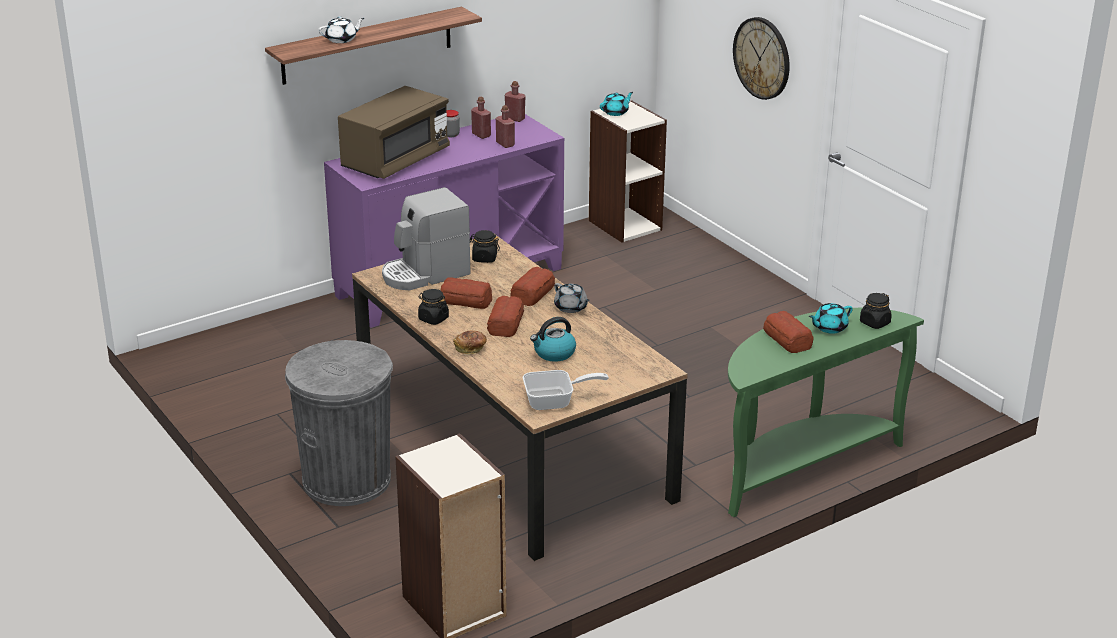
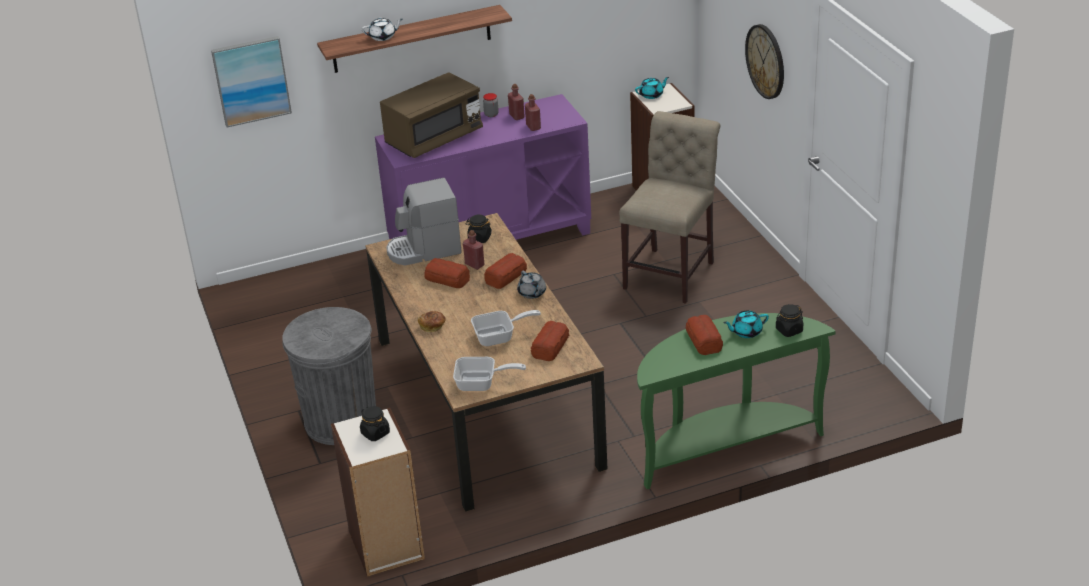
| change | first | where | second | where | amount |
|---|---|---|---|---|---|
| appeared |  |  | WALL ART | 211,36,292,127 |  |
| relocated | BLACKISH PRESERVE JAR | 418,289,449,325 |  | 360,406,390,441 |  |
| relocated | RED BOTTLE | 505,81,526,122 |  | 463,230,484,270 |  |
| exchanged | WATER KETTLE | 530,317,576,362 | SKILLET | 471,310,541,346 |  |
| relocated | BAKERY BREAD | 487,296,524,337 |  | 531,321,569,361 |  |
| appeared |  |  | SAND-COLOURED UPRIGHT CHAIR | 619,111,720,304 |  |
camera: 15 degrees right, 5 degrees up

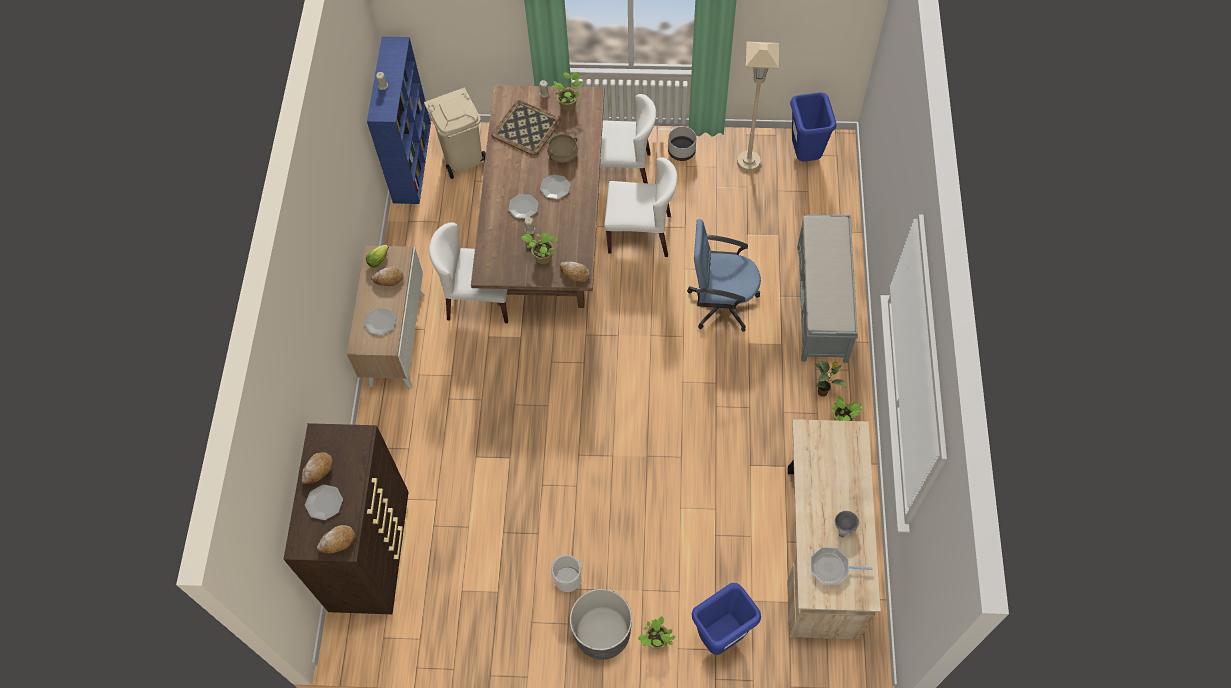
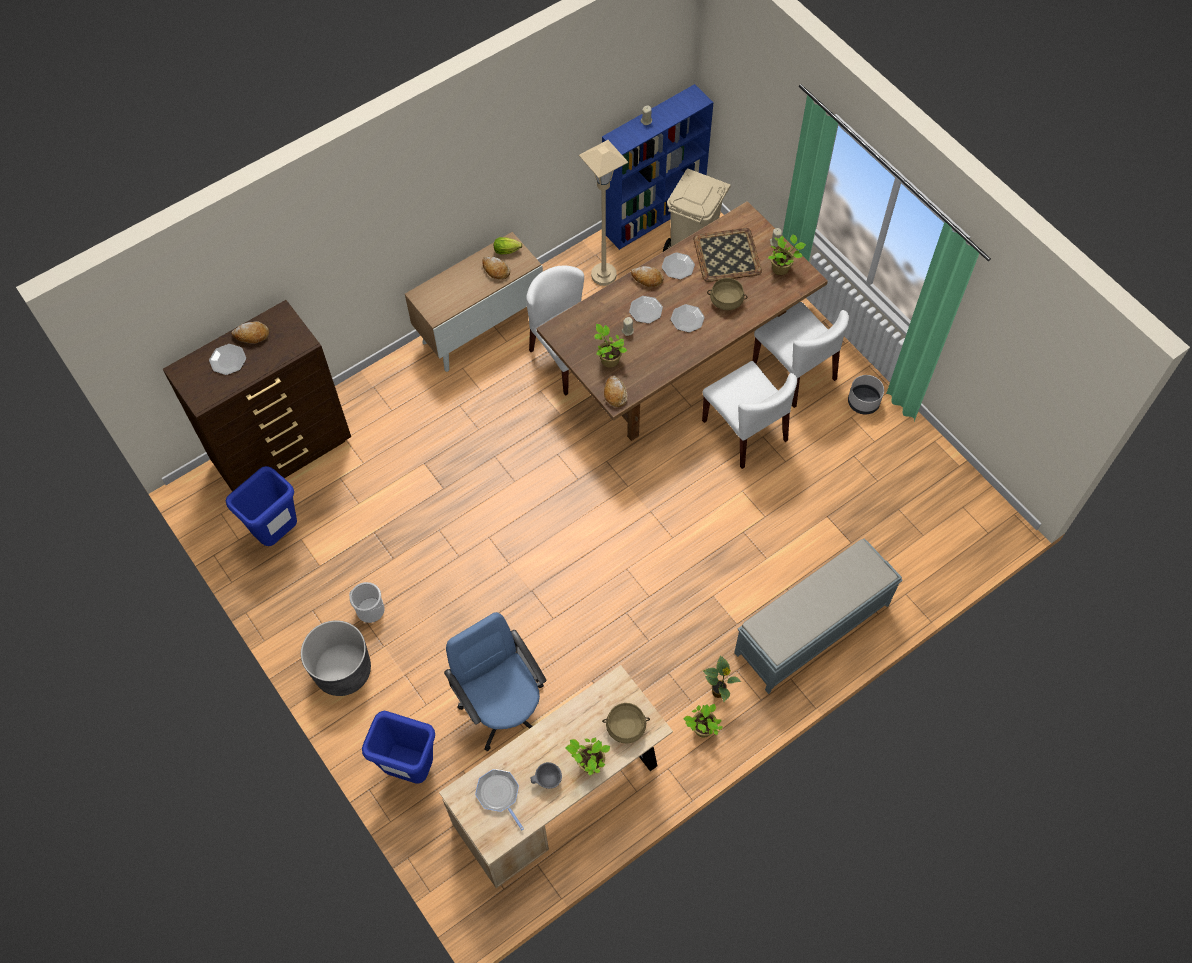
| change | first | where | second | where | amount |
|---|---|---|---|---|---|
| relocated | BLUE-COLOURED RUBBISH BIN | 790,92,837,162 |  | 226,466,297,546 |  |
| relocated | BLUE-COLOURED OFFICE CHAIR | 687,219,761,332 |  | 444,612,546,751 |  |
| relocated | PLANT IN A POT | 638,616,675,649 |  | 565,737,610,775 |  |
| relocated | SAND-COLOURED STANDARD LAMP | 737,42,779,171 |  | 579,140,628,286 |  |
| appeared |  |  | SAND-COLOURED COOKING POT | 602,703,650,744 |  |
| relocated | BAKERY BREAD | 317,525,355,553 |  | 631,266,664,287 |  |
| relocated | FLAT DISH | 364,308,396,336 |  | 662,252,695,279 |  |
camera: 50 degrees right, 0 degrees up

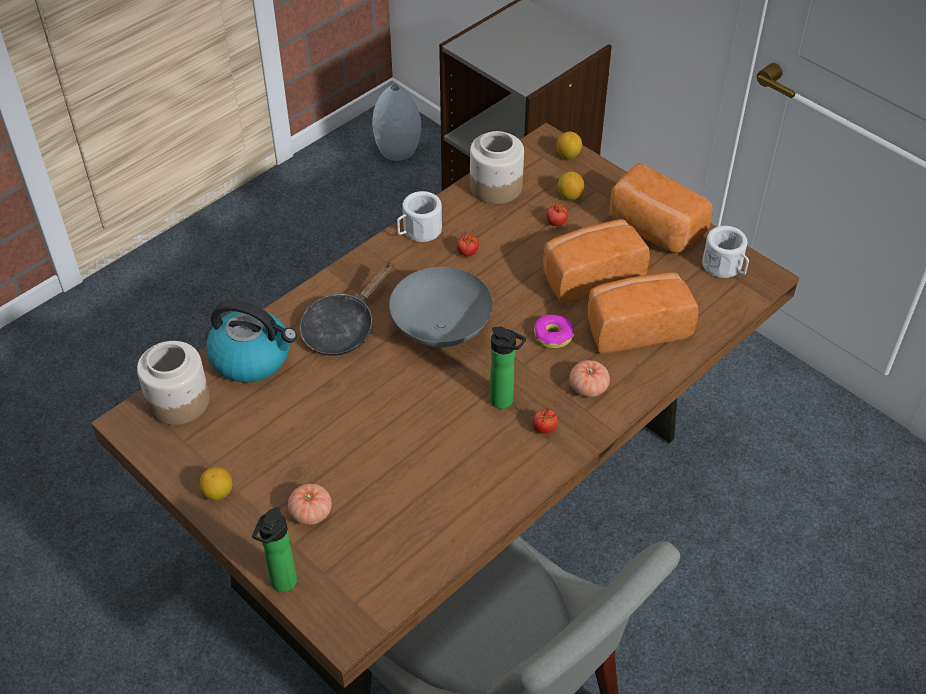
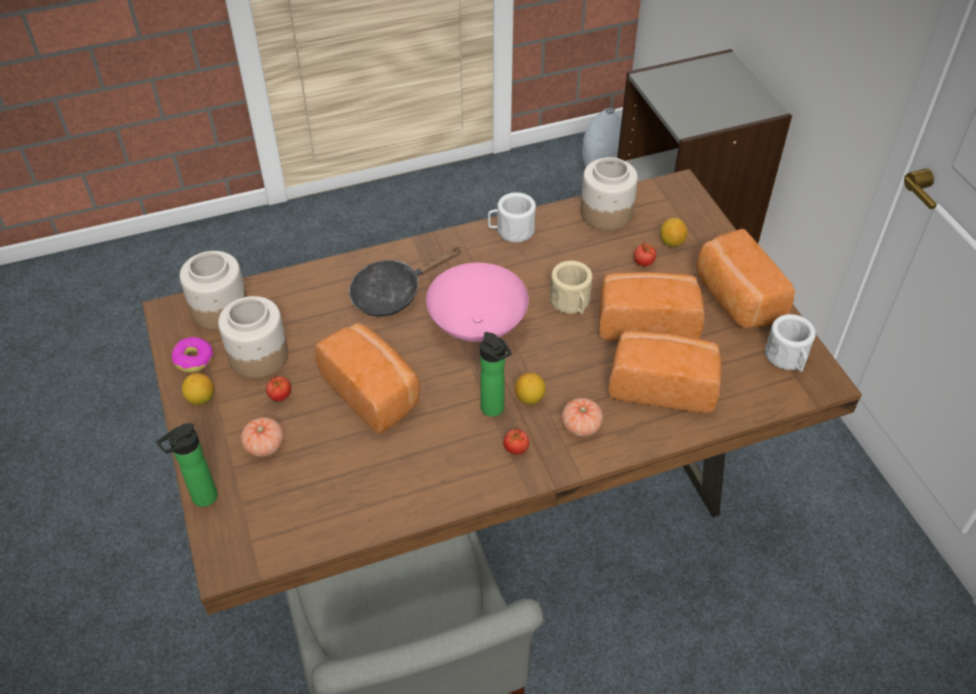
| change | first | where | second | where | amount |
|---|---|---|---|---|---|
| relocated | DOUGHNUT | 534,315,574,348 |  | 172,337,214,372 |  |
| appeared |  |  | PRESERVE JAR | 218,296,288,378 |  |
| relocated | TOMATO | 457,231,479,257 |  | 266,374,291,401 |  |
| appeared |  |  | BAKERY BREAD | 315,323,420,434 |  |
| colour | GREY SERVING BOWL | 389,267,493,347 | PINK SERVING BOWL | 426,263,529,342 |  |
| relocated | LEMON | 556,132,582,159 |  | 515,373,546,405 |  |
| appeared |  |  | SAND-COLOURED COFFEE MUG | 550,261,592,314 |  |
| missing | WATER KETTLE | 206,300,297,383 |  |  |  |
camera: 25 degrees right, 0 degrees up

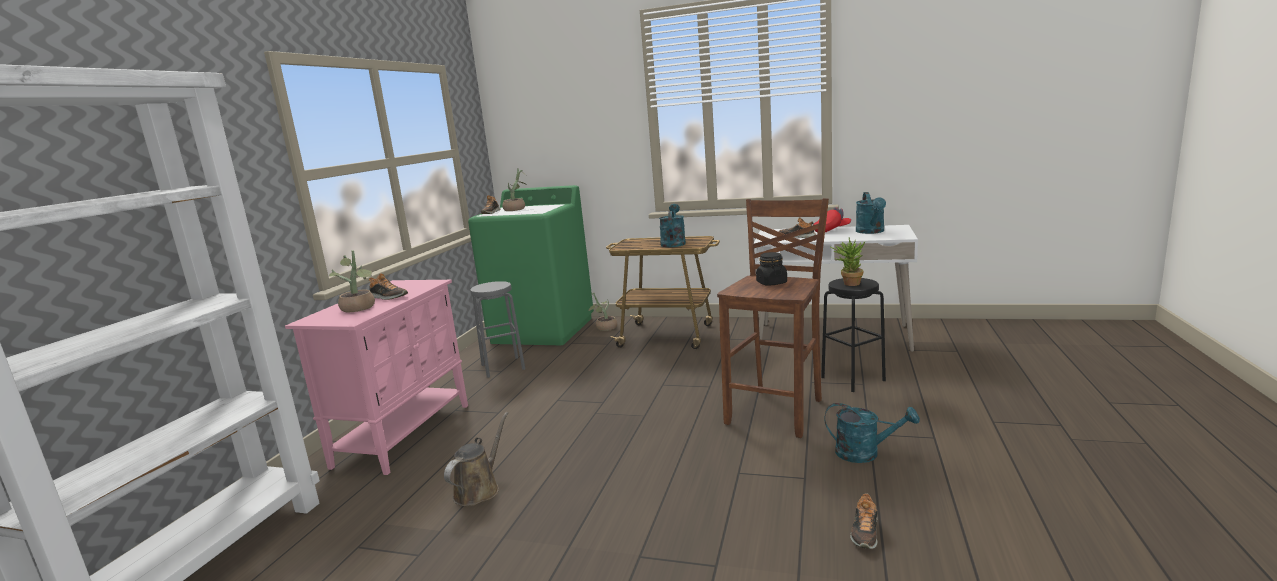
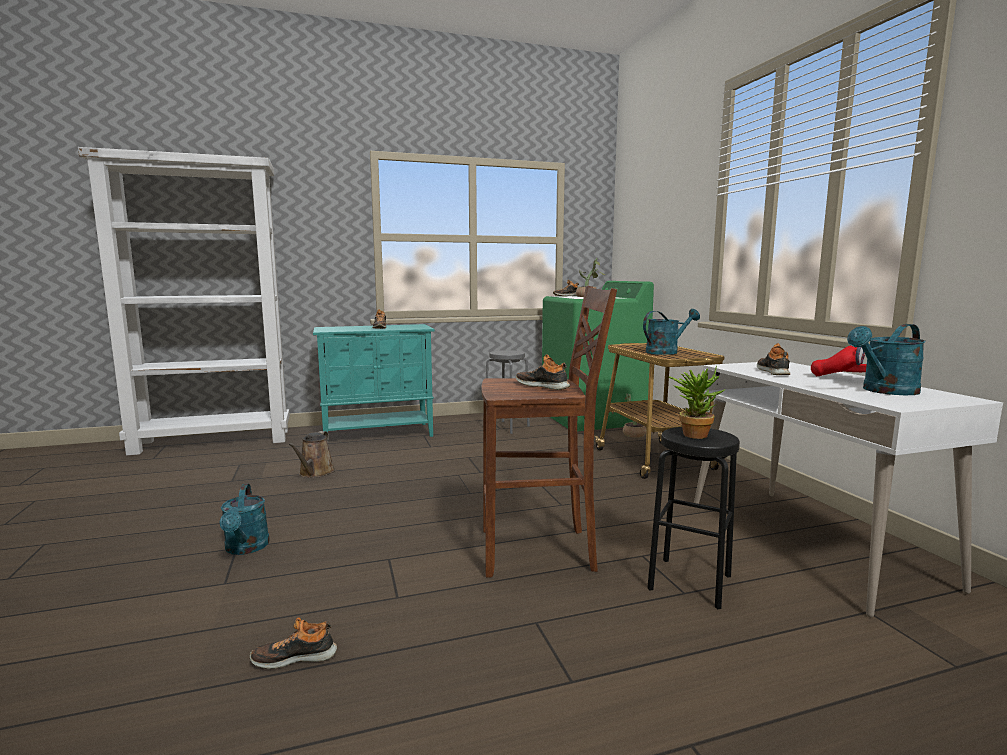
| change | first | where | second | where | amount |
|---|---|---|---|---|---|
| relocated | BLUE-GREEN WATERING POT | 824,403,920,463 |  | 219,484,270,555 |  |
| spun | BROWN WATERING POT | 444,412,508,506 |  | 288,431,336,478 | 105 degrees clockwise |
| colour | PINK STORAGE CABINET | 285,280,468,475 | BLUE-GREEN STORAGE CABINET | 313,324,435,437 |  |
| exchanged | BLACKISH PRESERVE JAR | 756,252,787,286 | LOW SHOE | 516,354,570,390 |  |
| missing | PLANT IN A POT | 329,250,375,312 |  |  |  |
camera: 55 degrees right, 5 degrees down

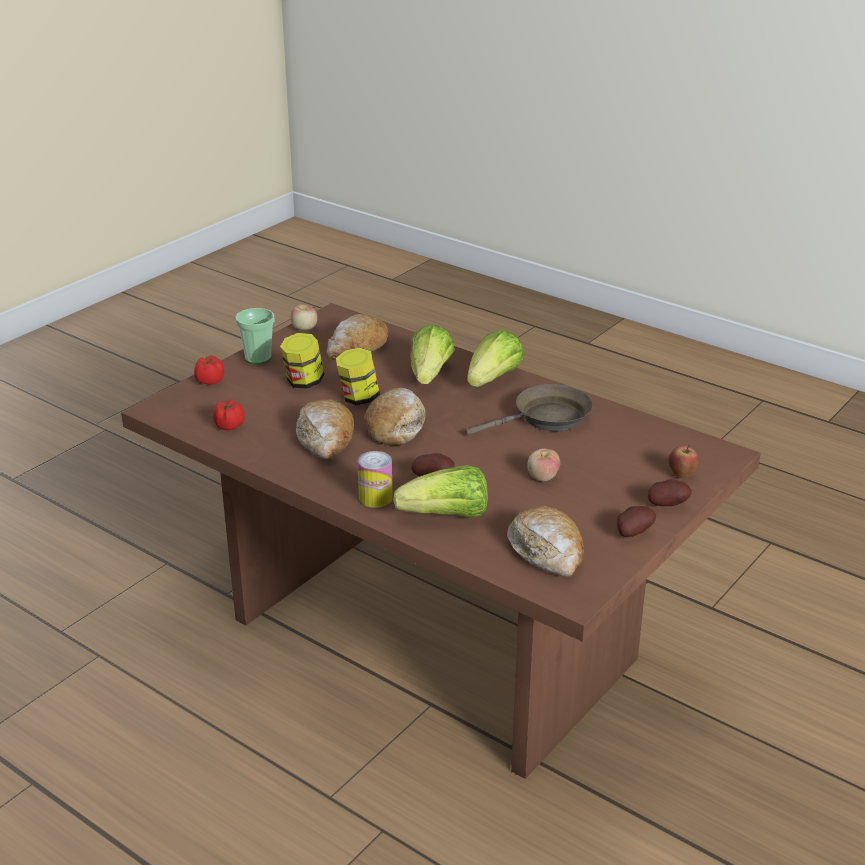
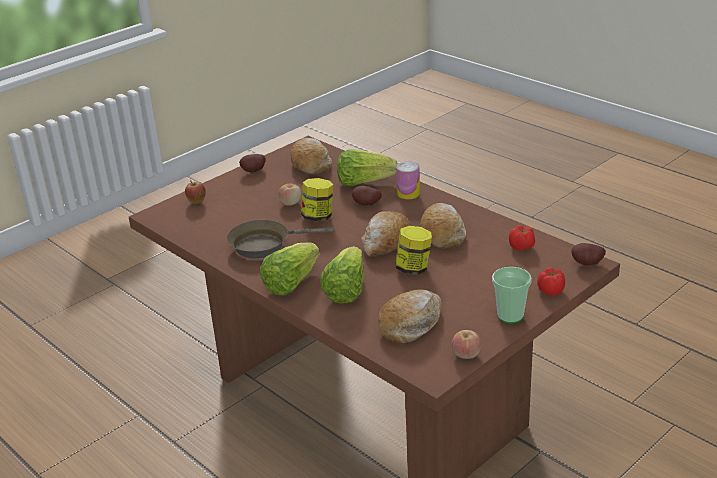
| change | first | where | second | where | amount |
|---|---|---|---|---|---|
| relocated | PRESERVE JAR | 280,333,324,389 |  | 301,178,333,221 |  |
| relocated | SPUD | 648,479,692,506 |  | 571,243,606,266 |  |
camera: 170 degrees left, 0 degrees up

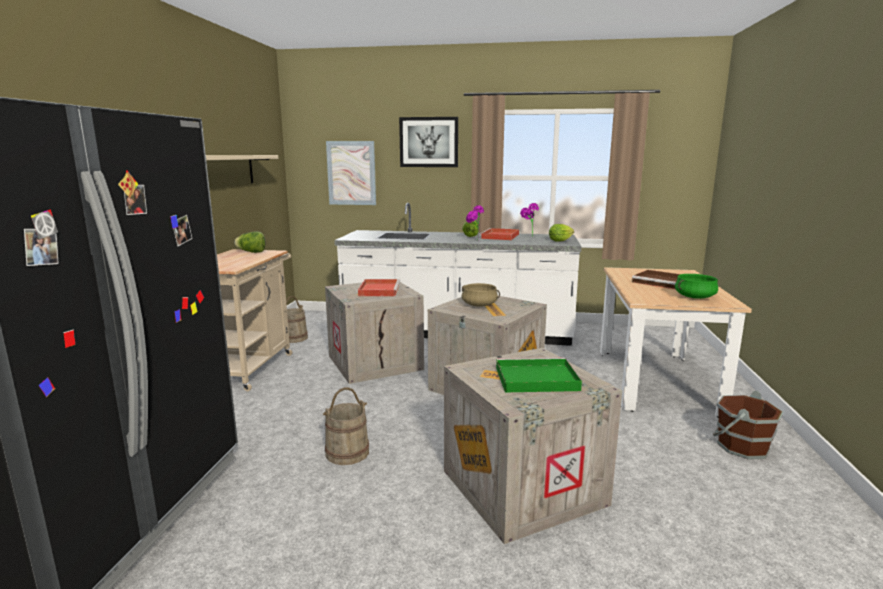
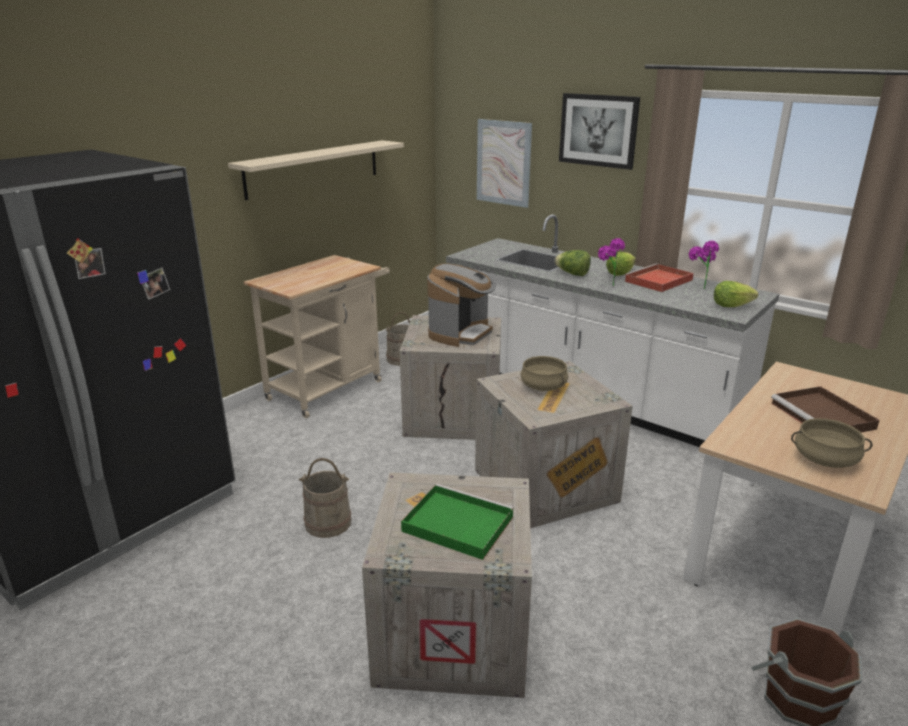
| change | first | where | second | where | amount |
|---|---|---|---|---|---|
| exchanged | RED CARRYING TRAY | 358,279,400,296 | COFFEE MAKER | 427,263,496,347 |  |
| relocated | HEAD OF LETTUCE | 234,232,265,253 |  | 554,250,591,276 |  |
| colour | GREENISH COOKING POT | 675,274,718,299 | SAND-COLOURED COOKING POT | 791,418,873,468 |  |
camera: 30 degrees right, 10 degrees up

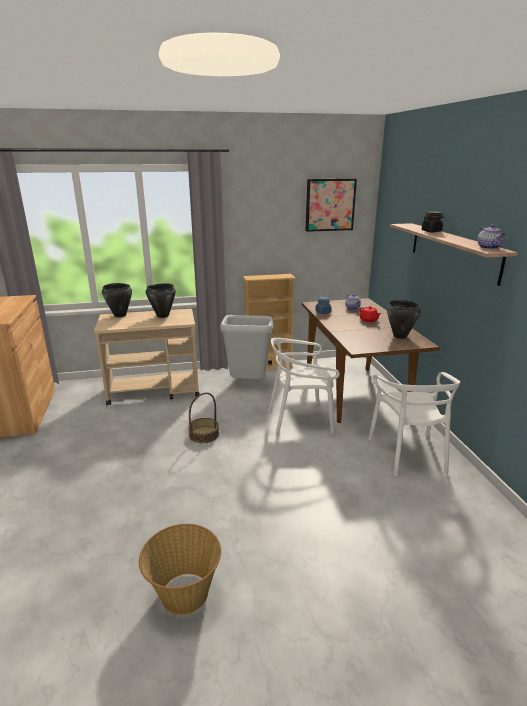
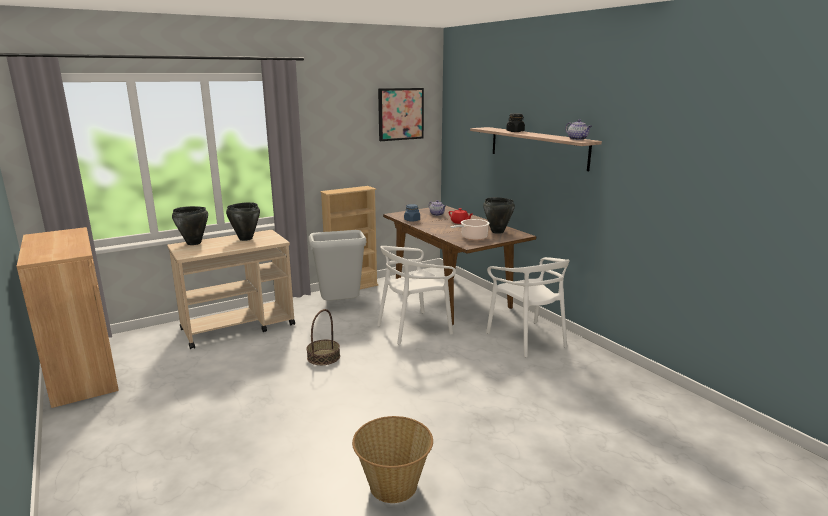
| change | first | where | second | where | amount |
|---|---|---|---|---|---|
| appeared |  |  | COOKING POT | 450,219,490,240 |  |
camera: 20 degrees left, 5 degrees down

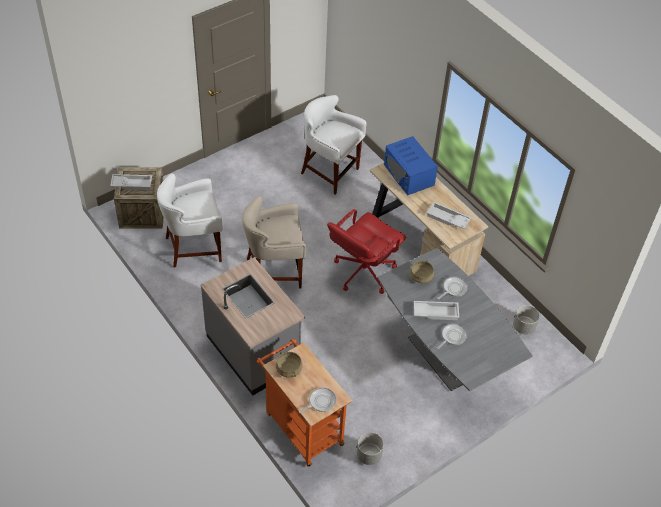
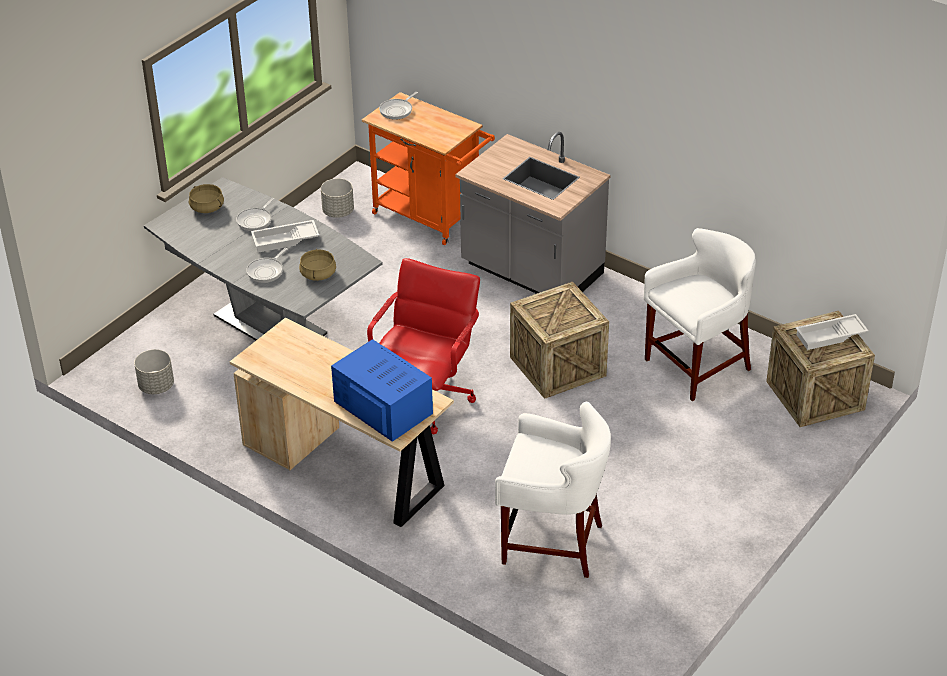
| change | first | where | second | where | amount |
|---|---|---|---|---|---|
| relocated | SAND-COLOURED COOKING POT | 276,352,303,378 |  | 189,184,224,213 |  |
| exchanged | SAND-COLOURED STOOL SEAT | 242,196,306,289 | PACKING CRATE | 510,282,609,399 |  |
| missing | WHITISH CARRYING TRAY | 427,202,471,229 |  |  |  |
camera: 165 degrees right, 10 degrees down

